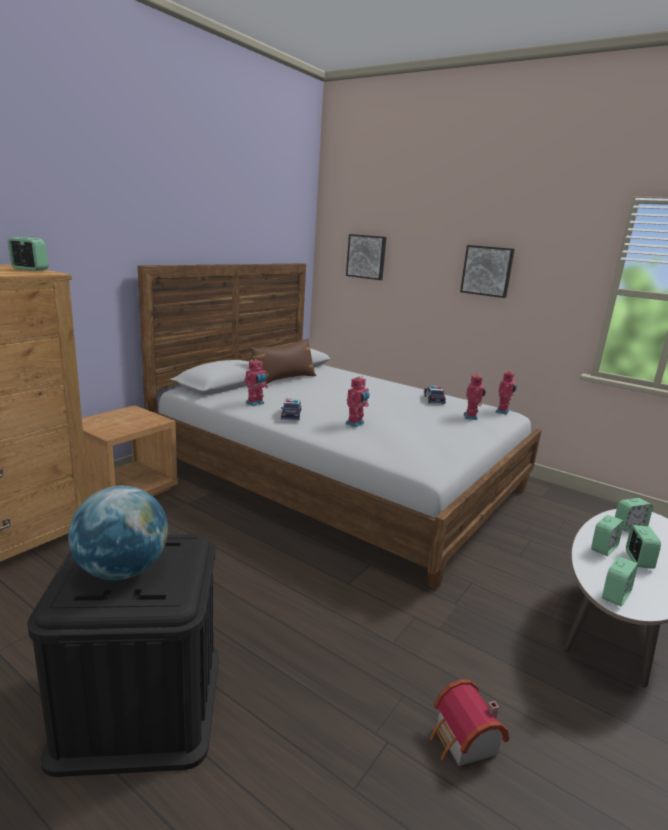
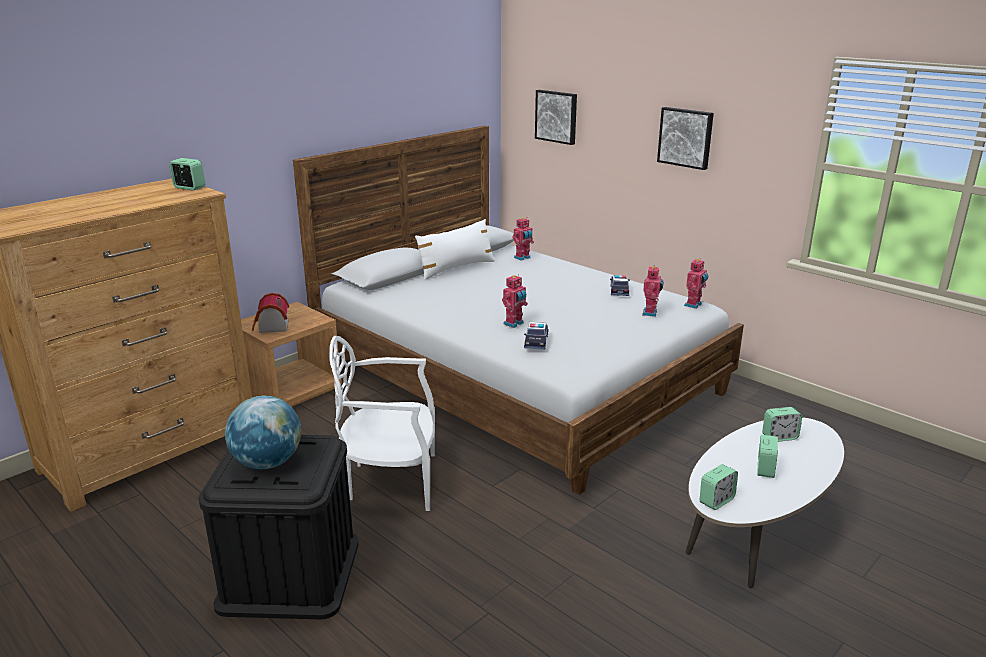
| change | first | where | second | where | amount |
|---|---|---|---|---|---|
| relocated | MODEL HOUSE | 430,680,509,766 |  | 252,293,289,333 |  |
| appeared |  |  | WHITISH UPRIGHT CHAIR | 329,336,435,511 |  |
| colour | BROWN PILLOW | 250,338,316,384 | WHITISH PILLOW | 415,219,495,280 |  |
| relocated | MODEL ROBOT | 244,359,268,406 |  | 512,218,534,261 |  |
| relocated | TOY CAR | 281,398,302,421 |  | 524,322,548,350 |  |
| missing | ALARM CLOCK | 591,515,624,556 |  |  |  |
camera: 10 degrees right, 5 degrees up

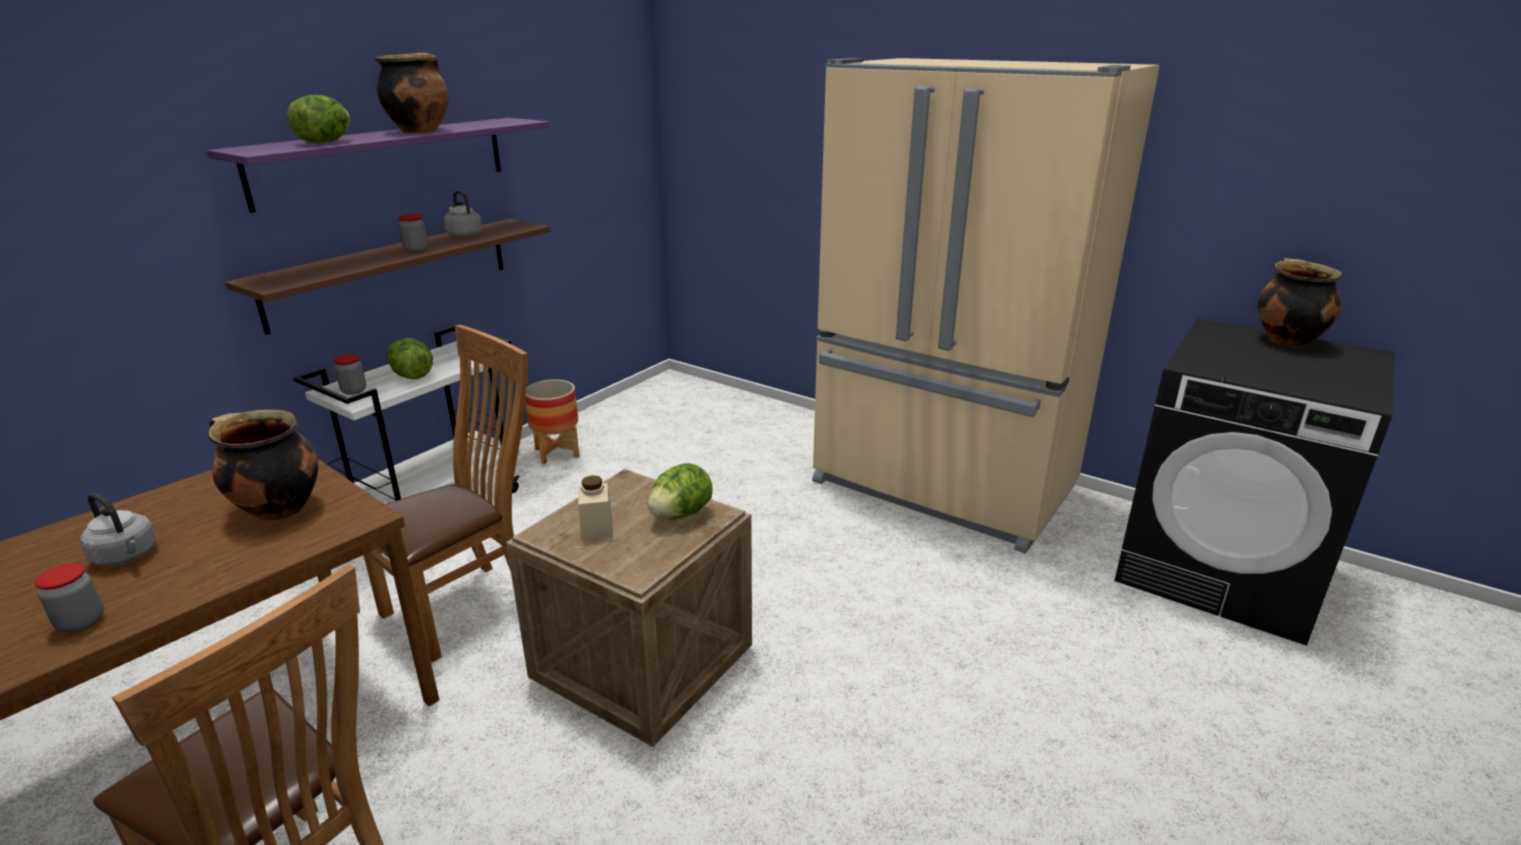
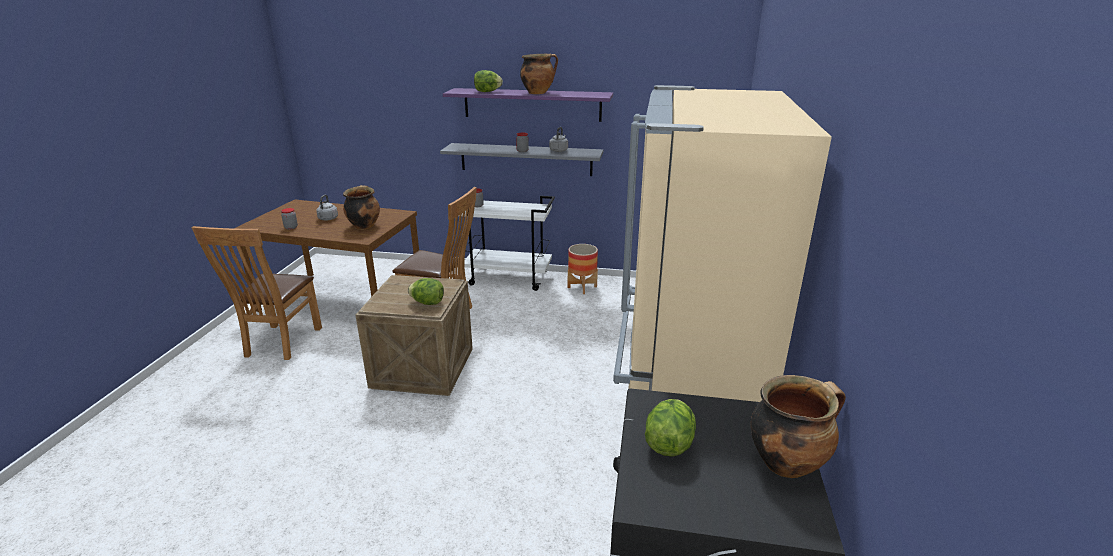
| change | first | where | second | where | amount |
|---|---|---|---|---|---|
| colour | BROWN WALL SHELF | 225,219,550,335 | GREY WALL SHELF | 440,143,603,176 |  |
| relocated | HEAD OF LETTUCE | 387,338,433,379 |  | 645,399,696,457 |  |
| missing | SAND-COLOURED PRESERVE JAR | 578,475,613,541 |  |  |  |
camera: 65 degrees right, 0 degrees up

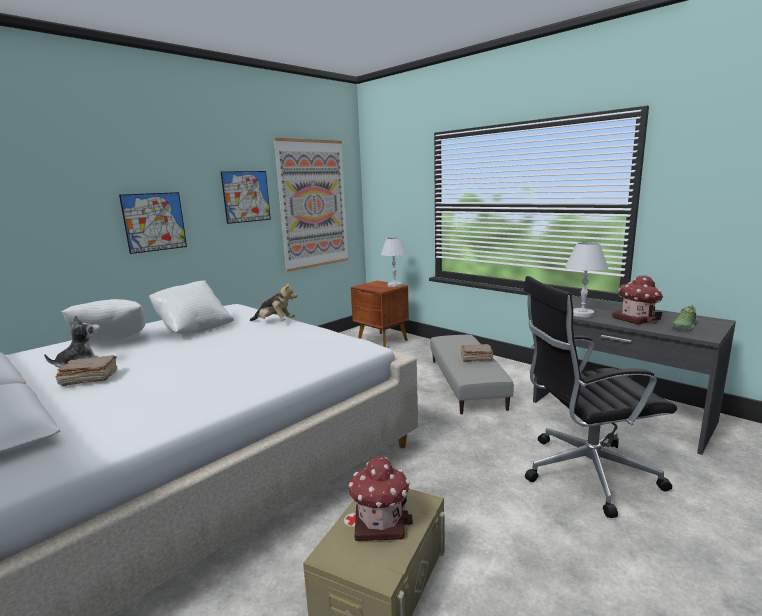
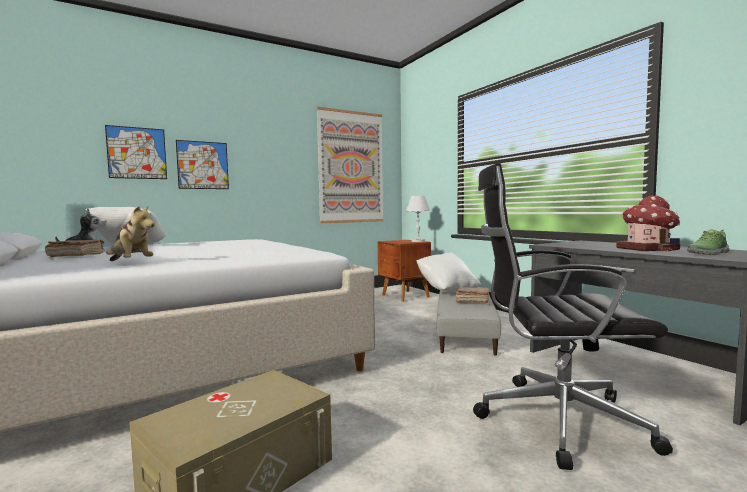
| change | first | where | second | where | amount |
|---|---|---|---|---|---|
| relocated | WALL ART | 221,171,271,224 |  | 105,125,167,179 |  |
| relocated | PLUSH TOY | 250,283,297,321 |  | 106,205,155,261 |  |
| relocated | WHITISH PILLOW | 149,280,234,334 |  | 416,253,481,293 |  |
| missing | MODEL HOUSE | 348,455,413,541 |  |  |  |
| missing | WHITISH TABLE LAMP | 565,242,608,317 |  |  |  |
camera: 15 degrees right, 10 degrees down

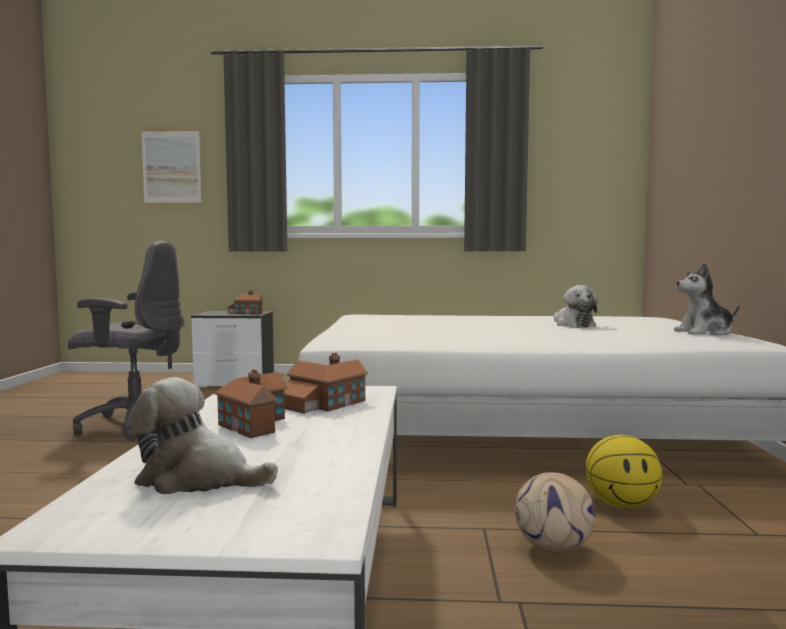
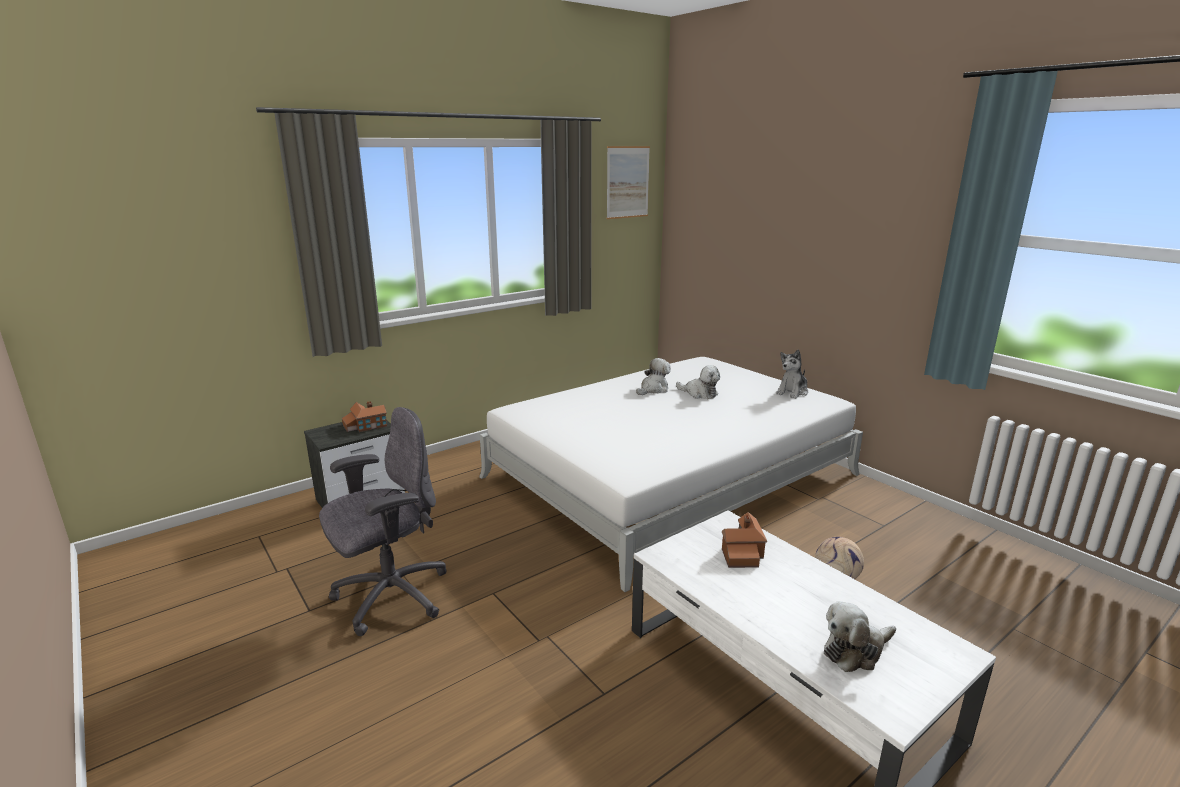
| change | first | where | second | where | amount |
|---|---|---|---|---|---|
| relocated | WALL ART | 141,129,202,204 |  | 606,146,650,219 |  |
| appeared |  |  | PLUSH TOY | 636,358,671,395 |  |
| missing | MODEL HOUSE | 214,369,287,438 |  |  |  |
| missing | BALL FOR BASKETBALL | 585,435,662,509 |  |  |  |
camera: 40 degrees left, 15 degrees up

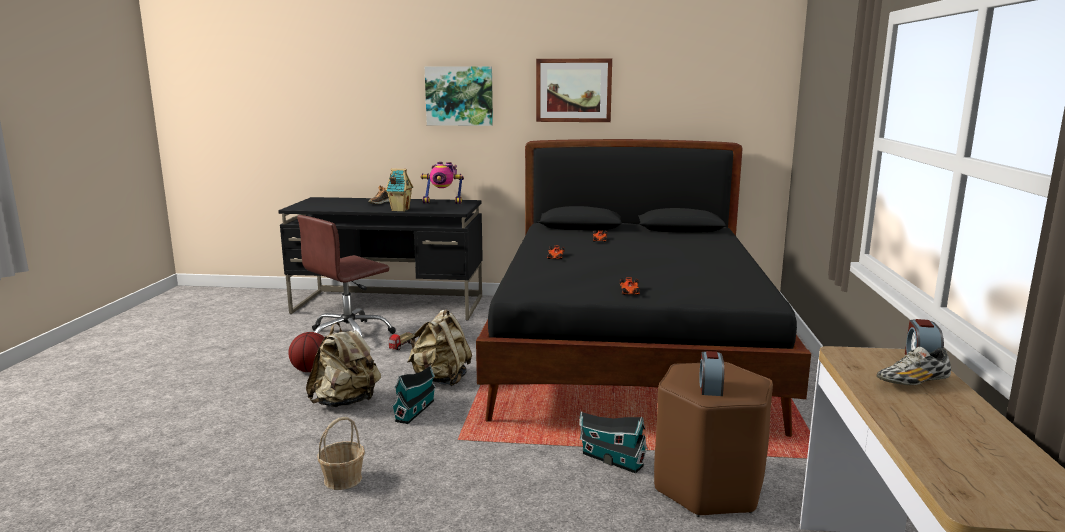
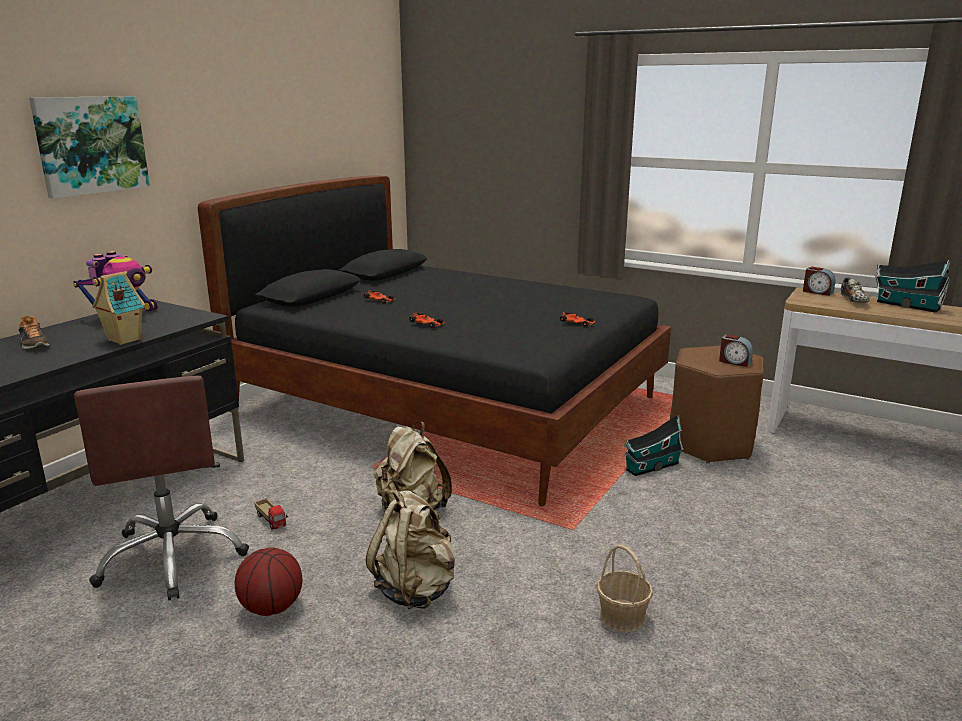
| change | first | where | second | where | amount |
|---|---|---|---|---|---|
| relocated | MODEL HOUSE | 391,366,437,424 |  | 875,260,950,313 |  |
| missing | WALL ART | 536,59,612,122 |  |  |  |
camera: 65 degrees left, 5 degrees up

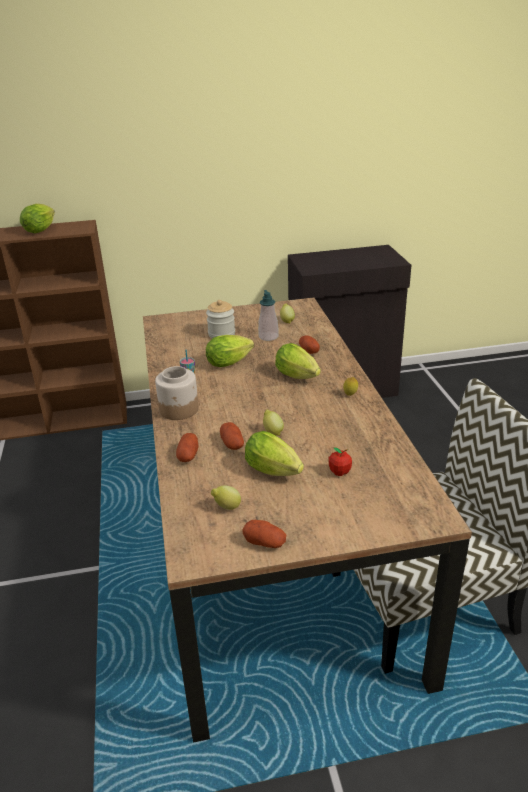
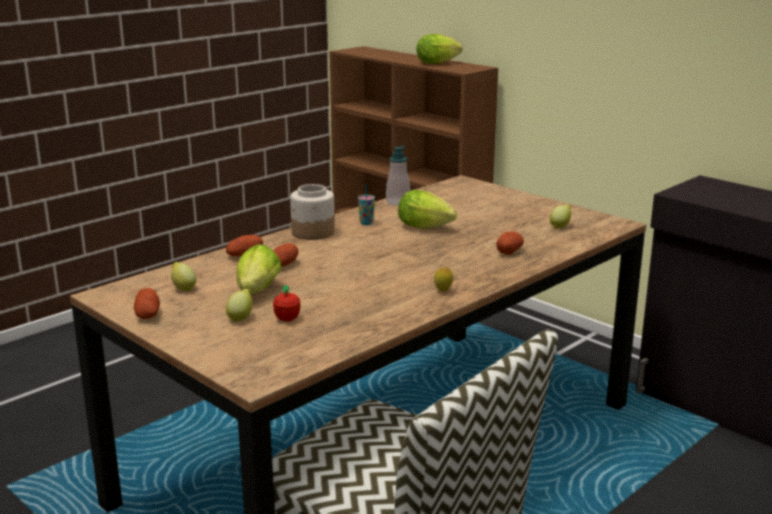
| change | first | where | second | where | amount |
|---|---|---|---|---|---|
| relocated | LEMON | 263,410,284,436 |  | 226,289,253,322 |  |
| relocated | SOAP DISPENSER | 258,290,279,341 |  | 386,146,410,206 |  |
| missing | PRESERVE JAR | 206,300,235,339 |  |  |  |
| missing | HEAD OF LETTUCE | 275,343,321,379 |  |  |  |
camera: 55 degrees right, 10 degrees down

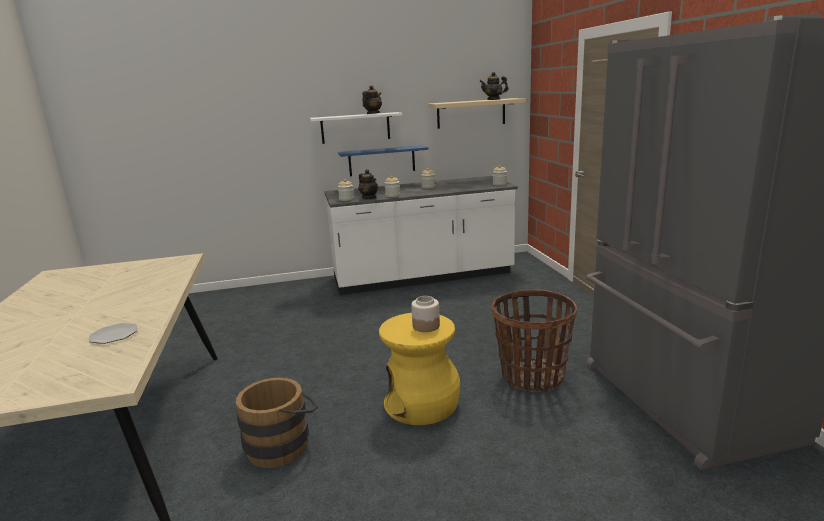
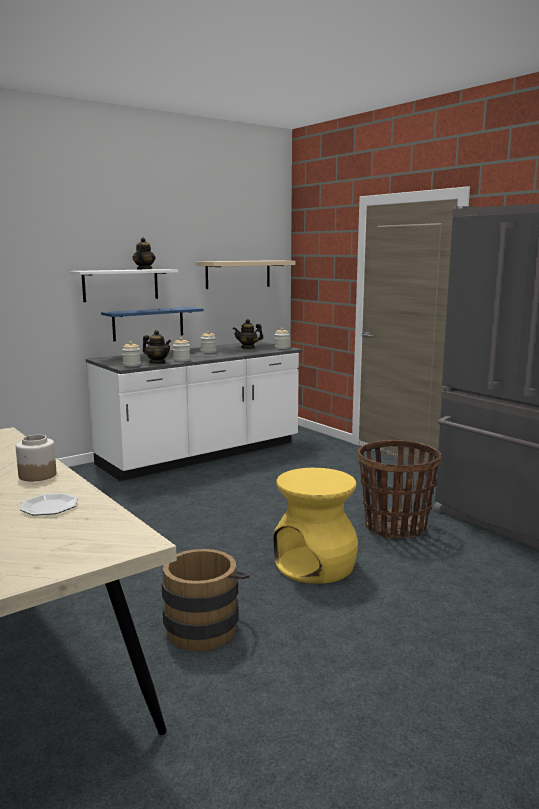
| change | first | where | second | where | amount |
|---|---|---|---|---|---|
| relocated | PRESERVE JAR | 411,296,440,332 |  | 16,435,56,481 |  |
| relocated | POT FOR TEA | 479,72,509,100 |  | 233,319,263,349 |  |
camera: 25 degrees left, 5 degrees down

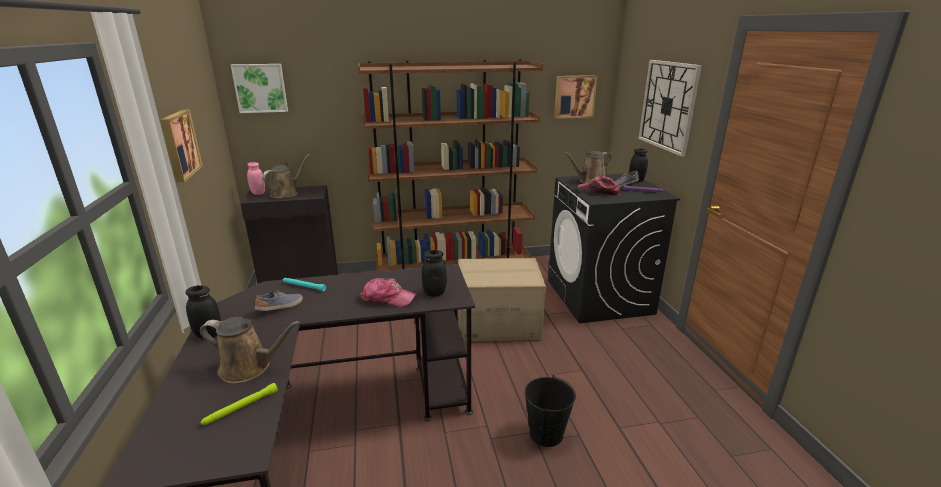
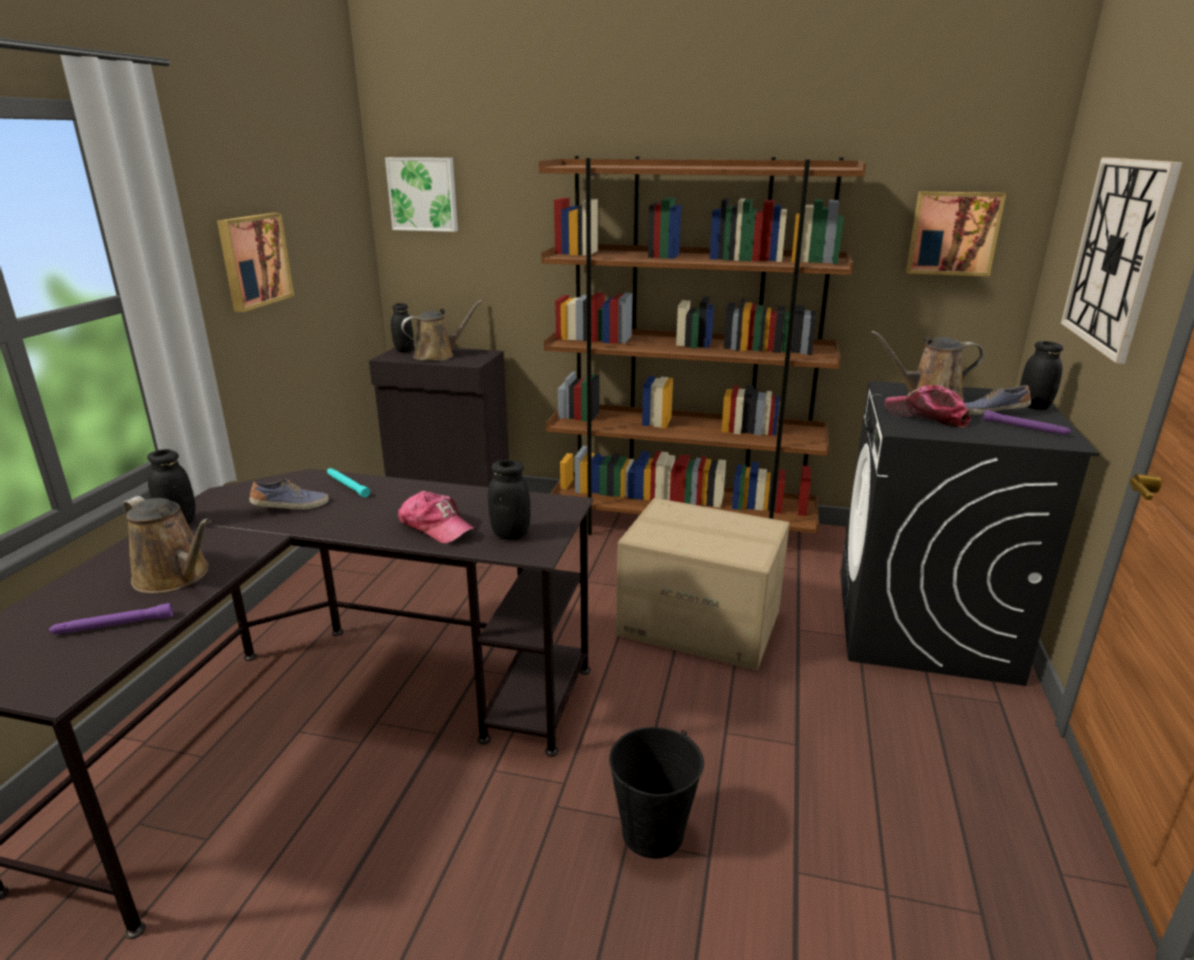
| change | first | where | second | where | amount |
|---|---|---|---|---|---|
| colour | GREENISH TORCH | 200,383,278,425 | PURPLISH TORCH | 49,603,173,634 |  |
| colour | PINK PRESERVE JAR | 247,162,265,195 | BLACKISH PRESERVE JAR | 391,303,414,352 |  |
camera: 25 degrees right, 0 degrees up

